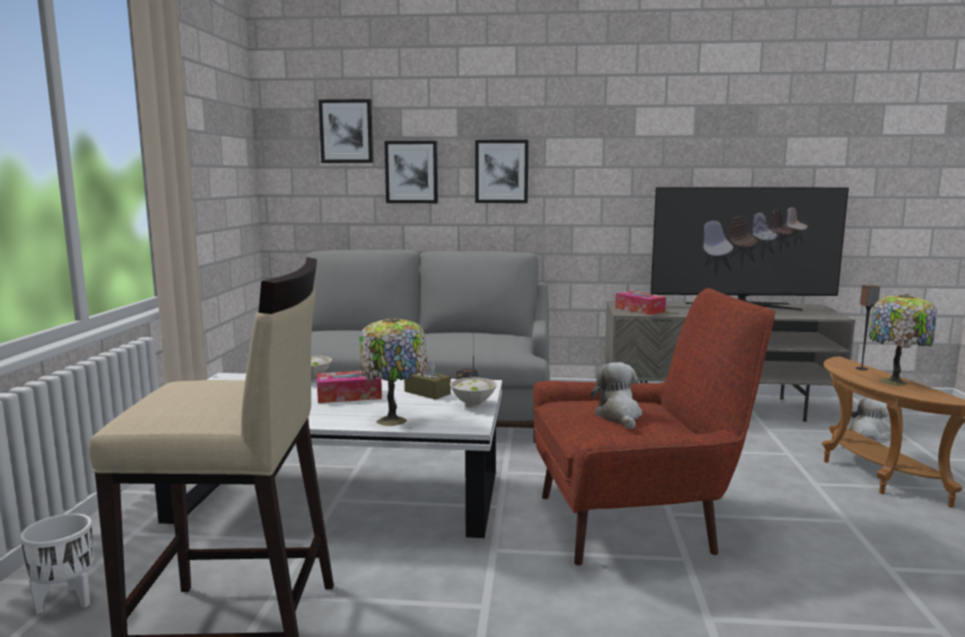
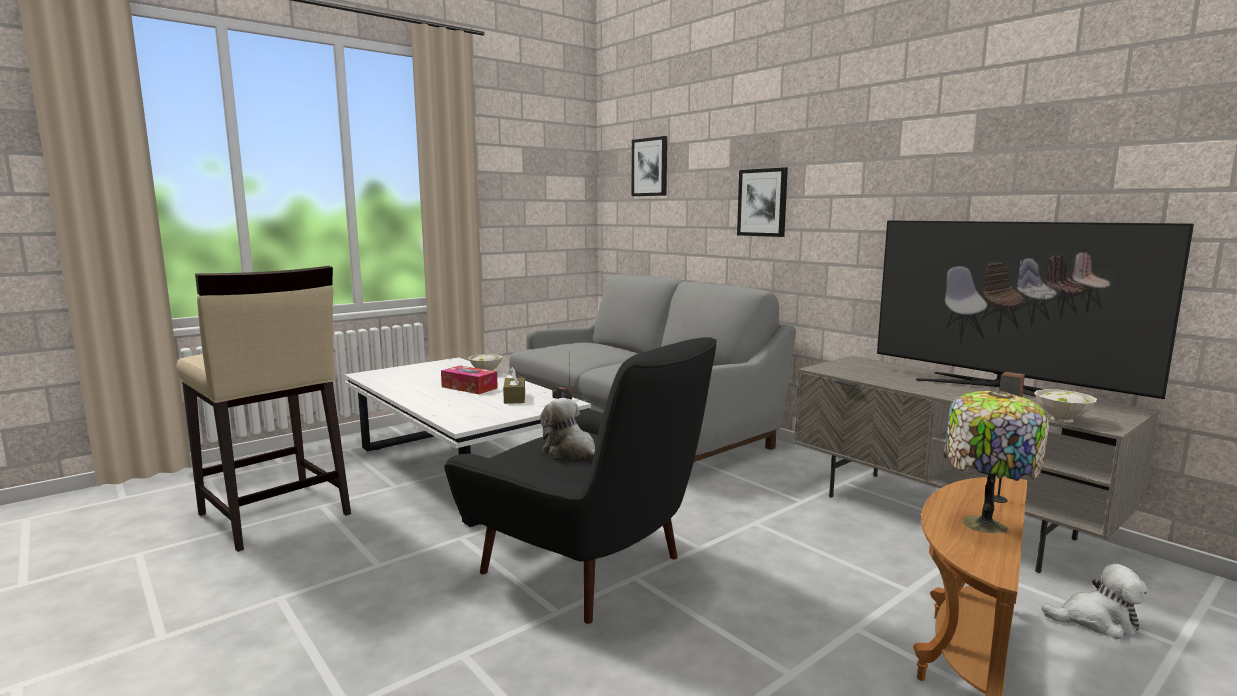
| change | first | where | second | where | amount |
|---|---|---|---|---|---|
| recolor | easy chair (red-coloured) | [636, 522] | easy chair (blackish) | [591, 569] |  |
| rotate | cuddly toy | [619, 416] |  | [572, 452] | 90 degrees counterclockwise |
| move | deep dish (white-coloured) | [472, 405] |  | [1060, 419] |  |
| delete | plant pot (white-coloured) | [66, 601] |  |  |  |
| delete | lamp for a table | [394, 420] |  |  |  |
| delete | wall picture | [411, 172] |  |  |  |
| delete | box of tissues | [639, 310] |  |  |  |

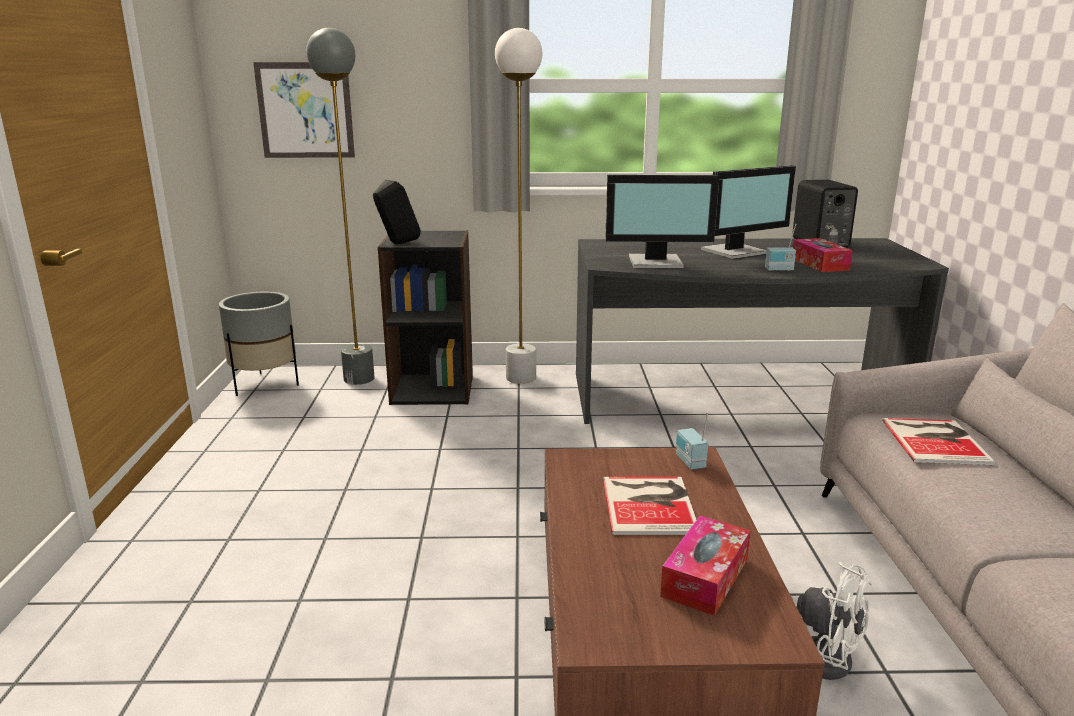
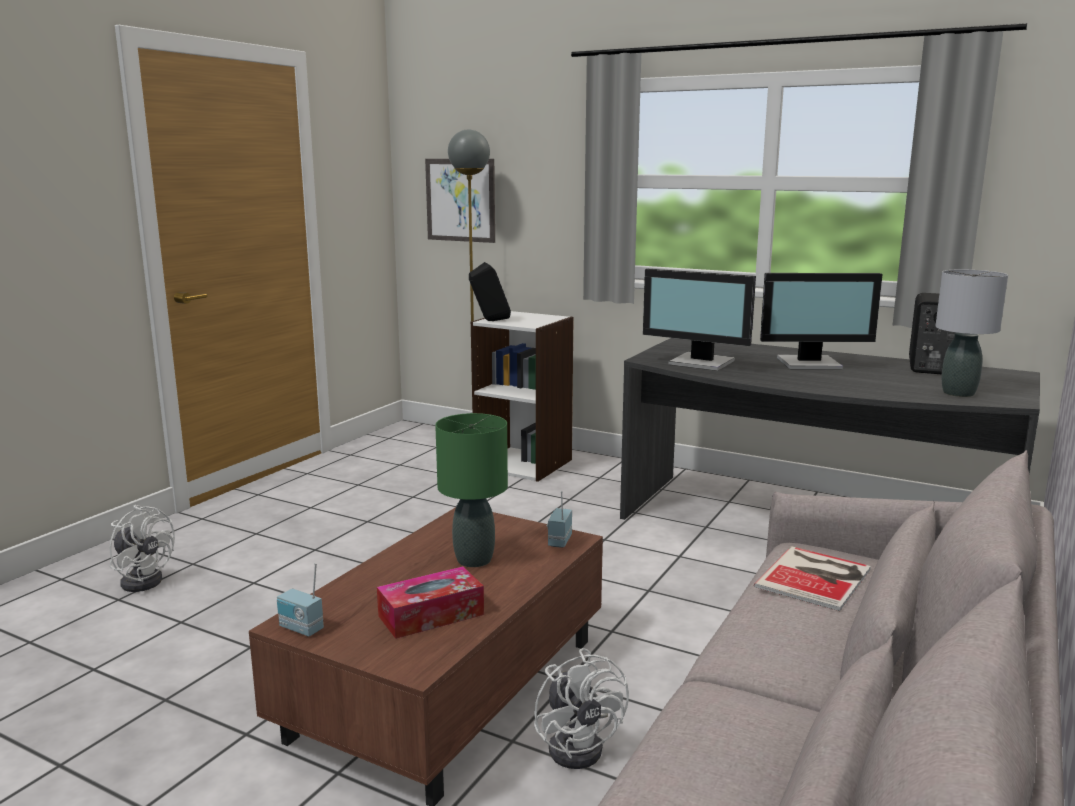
| change | first | where | second | where | amount |
|---|---|---|---|---|---|
| insert |  |  | fan (white-coloured) | [144, 579] |  |
| move | radio set | [779, 270] |  | [300, 629] |  |
| replace | volume | [650, 504] | lamp for a table (greenish) | [475, 560] |  |
| recolor | bookshelf (blackish) | [433, 389] | bookshelf (white-coloured) | [524, 464] |  |
| insert |  |  | lamp for a table (grey) | [959, 393] |  |
| delete | plant pot (grey) | [265, 384] |  |  |  |
| delete | standard lamp (white-coloured) | [520, 378] |  |  |  |
| delete | box of tissues | [819, 264] |  |  |  |

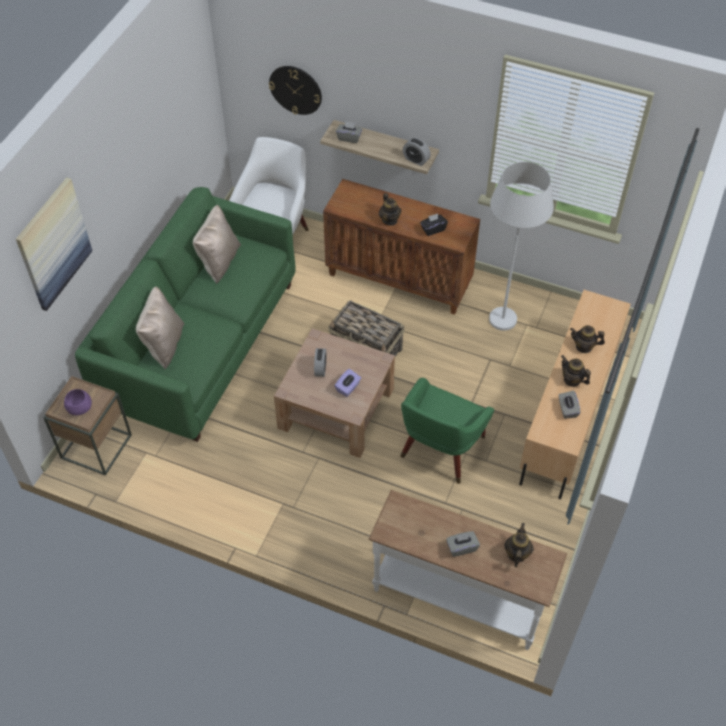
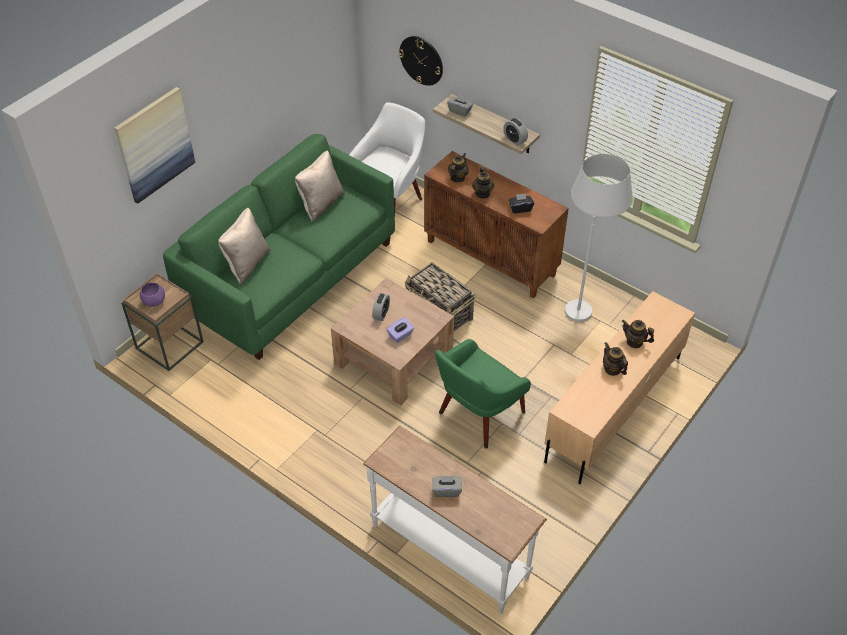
| change | first | where | second | where | amount |
|---|---|---|---|---|---|
| move | tea pot | [516, 554] |  | [457, 178] |  |
| delete | box of tissues (grey) | [567, 409] |  |  |  |

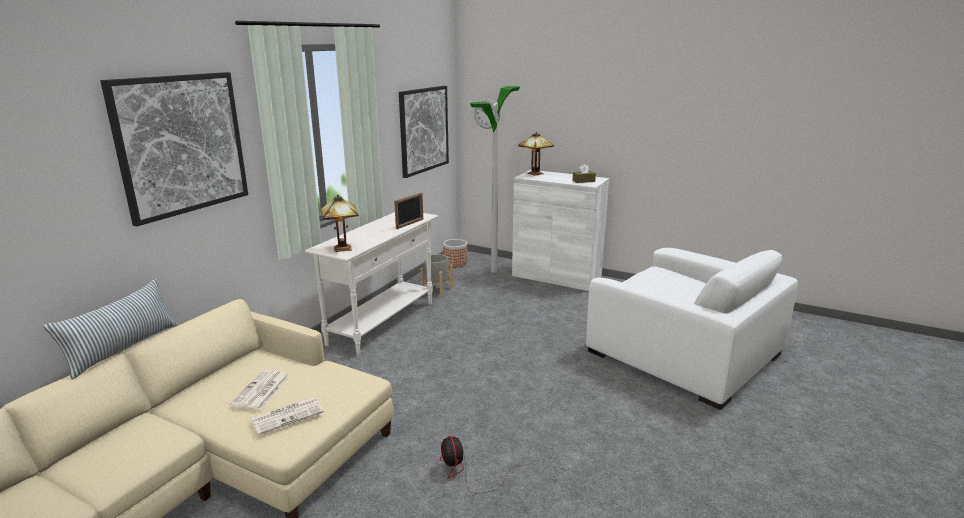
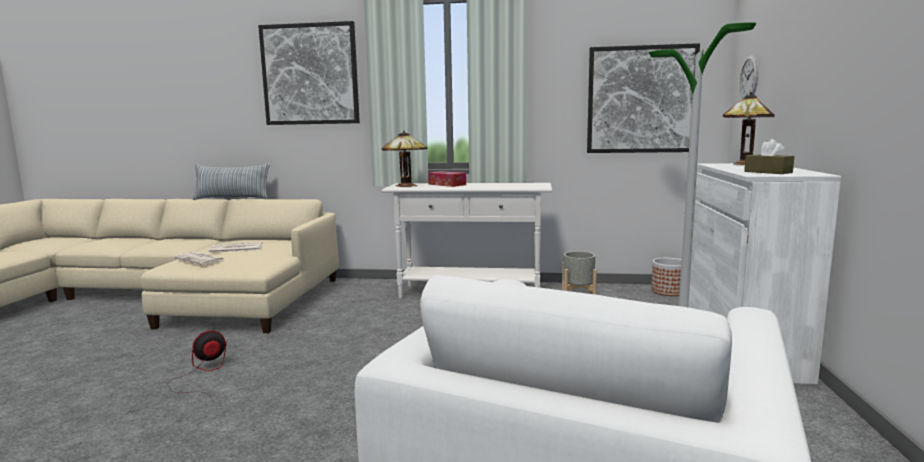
| change | first | where | second | where | amount |
|---|---|---|---|---|---|
| insert |  |  | box of tissues | [447, 184] |  |
| delete | picture frame | [410, 224] |  |  |  |

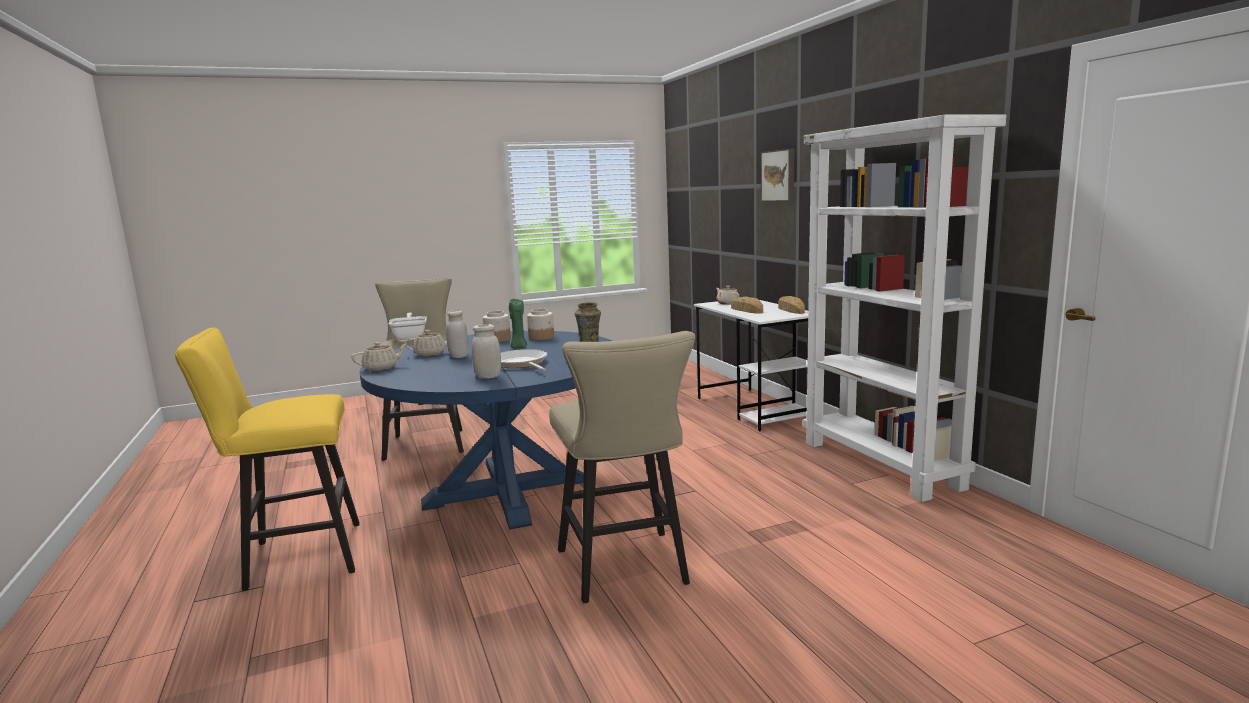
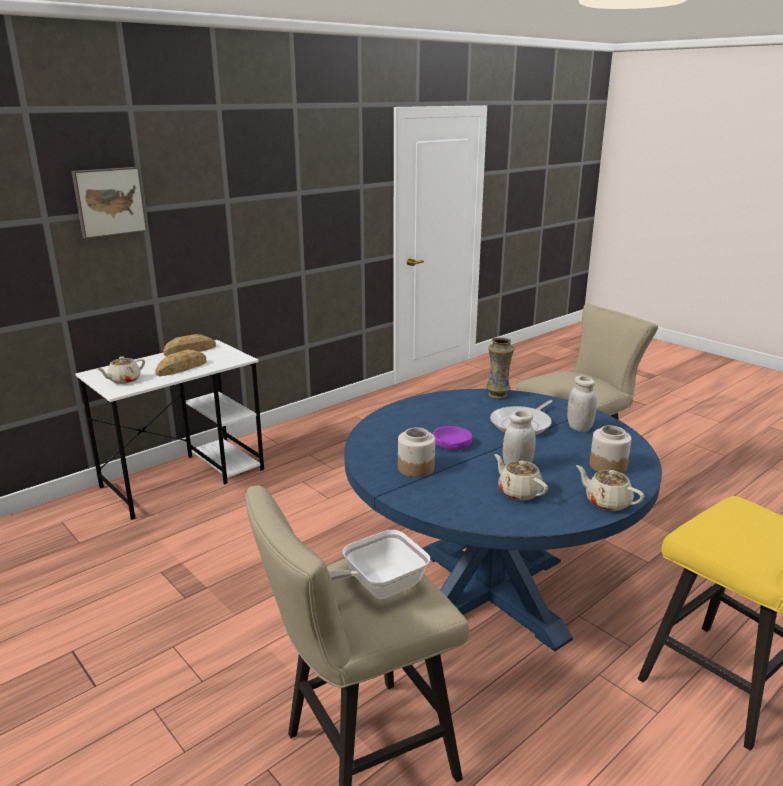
| change | first | where | second | where | amount |
|---|---|---|---|---|---|
| replace | wax light (greenish) | [518, 347] | deep dish (purple-coloured) | [452, 443] |  |
| move | storage jar | [541, 337] |  | [607, 466] |  |
| delete | bookshelf (white-coloured) | [882, 464] |  |  |  |

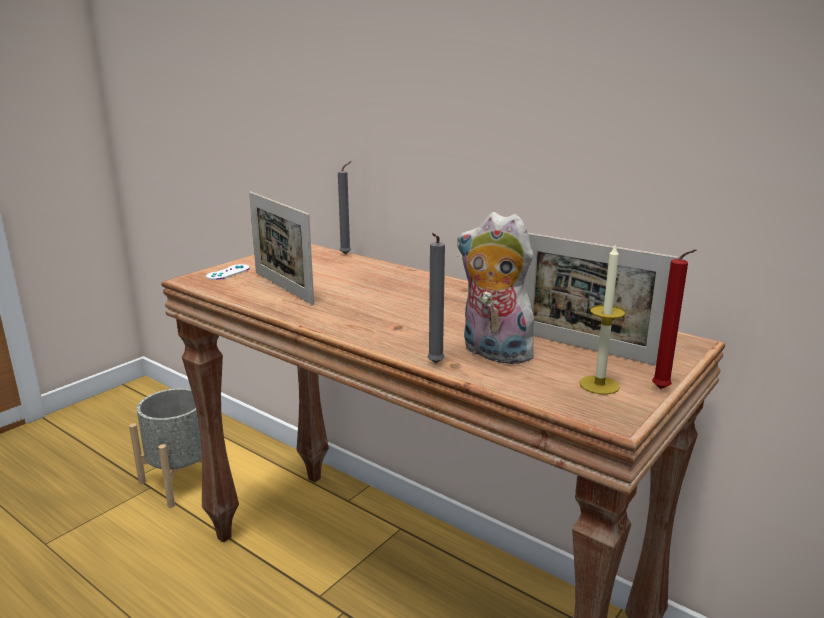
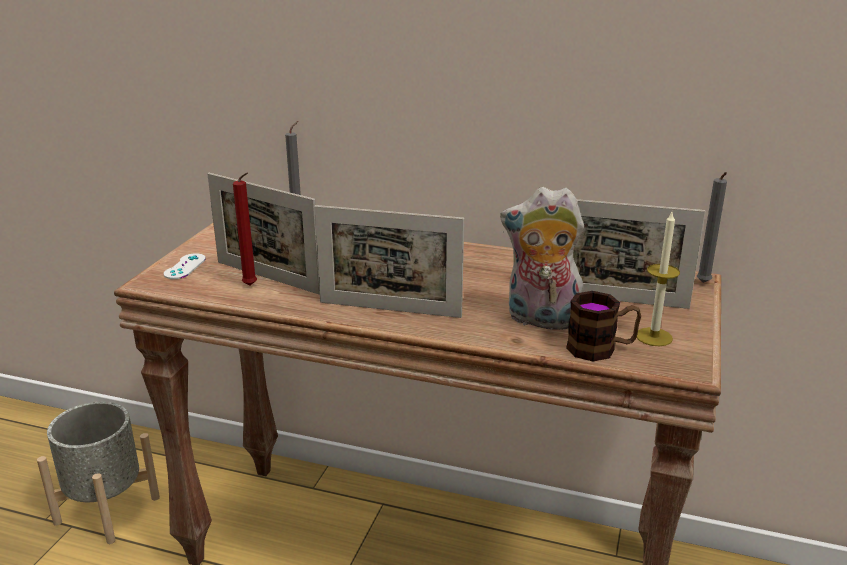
| change | first | where | second | where | amount |
|---|---|---|---|---|---|
| move | wax light (red-coloured) | [663, 390] |  | [251, 286] |  |
| insert |  |  | picture frame | [389, 309] |  |
| insert |  |  | coffee mug | [601, 349] |  |
| move | wax light (grey) | [434, 364] |  | [703, 284] |  |

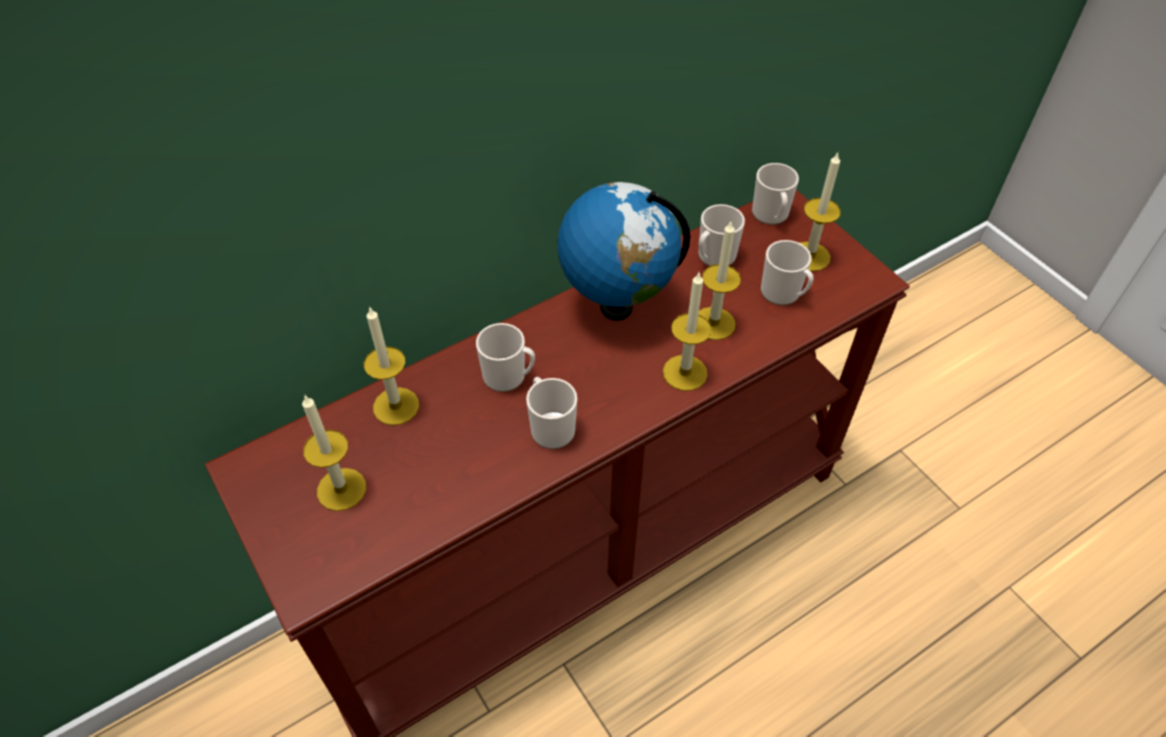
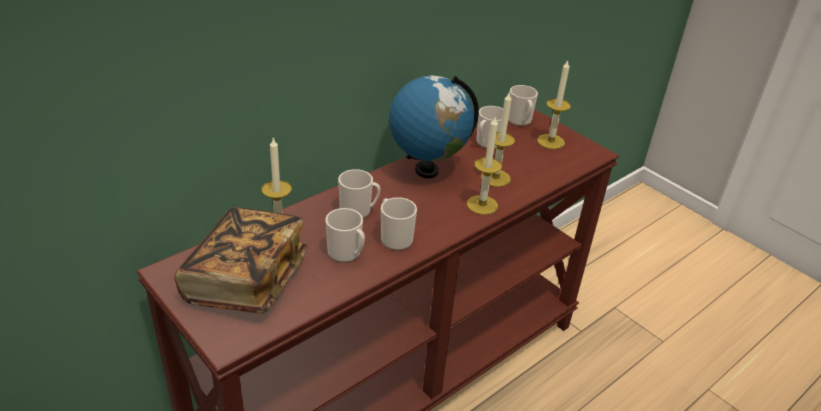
| change | first | where | second | where | amount |
|---|---|---|---|---|---|
| replace | wax light | [341, 489] | volume | [246, 280] |  |
| move | coffee mug | [783, 294] |  | [347, 254] |  |

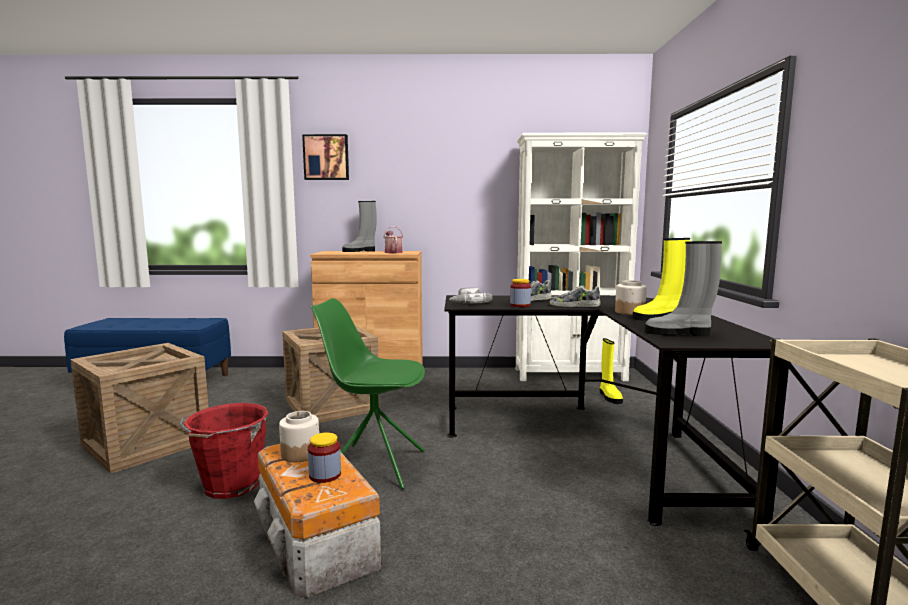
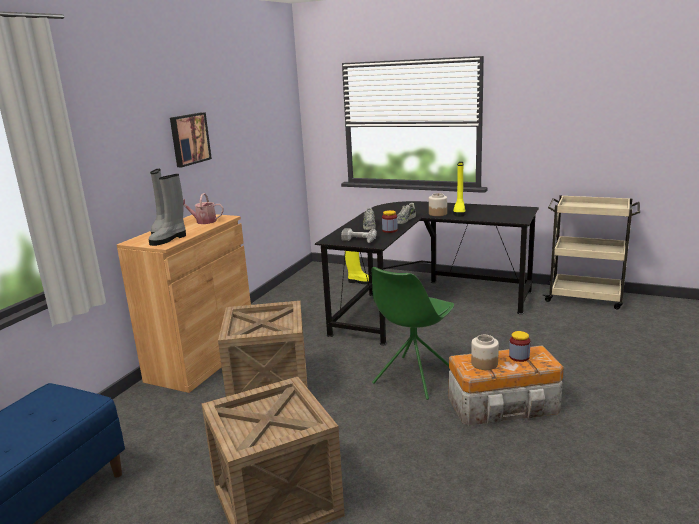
| change | first | where | second | where | amount |
|---|---|---|---|---|---|
| move | boot (grey) | [679, 333] |  | [169, 239] |  |
| move | wall picture | [326, 157] |  | [189, 139] |  |
| delete | pail (red-coloured) | [230, 486] |  |  |  |
| delete | bookshelf (white-coloured) | [570, 374] |  |  |  |

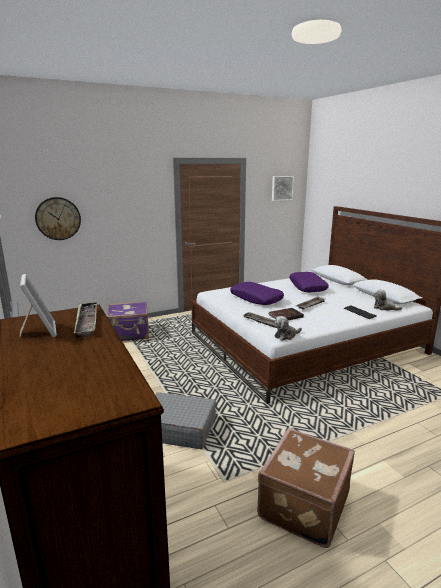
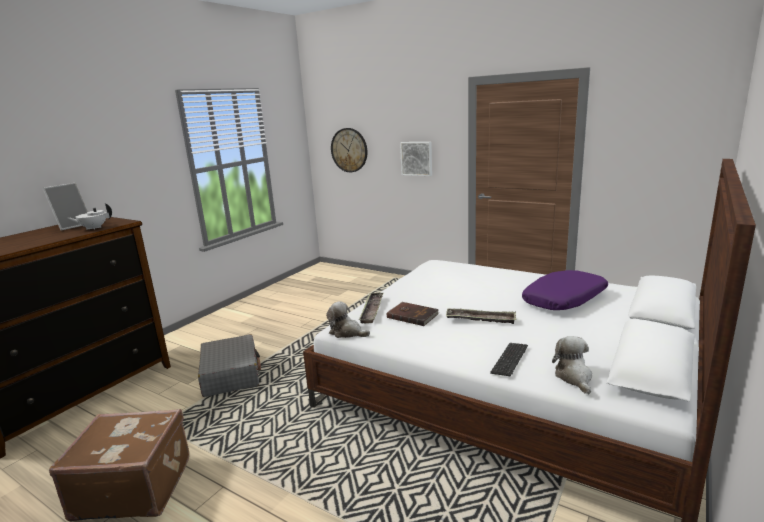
| change | first | where | second | where | amount |
|---|---|---|---|---|---|
| replace | serving tray | [87, 322] | tea pot (white-coloured) | [94, 228] |  |
| move | wall picture | [282, 188] |  | [417, 158] |  |
| delete | piece of luggage (purple-coloured) | [129, 334] |  |  |  |
| delete | throw pillow (purple-coloured) | [256, 299] |  |  |  |

